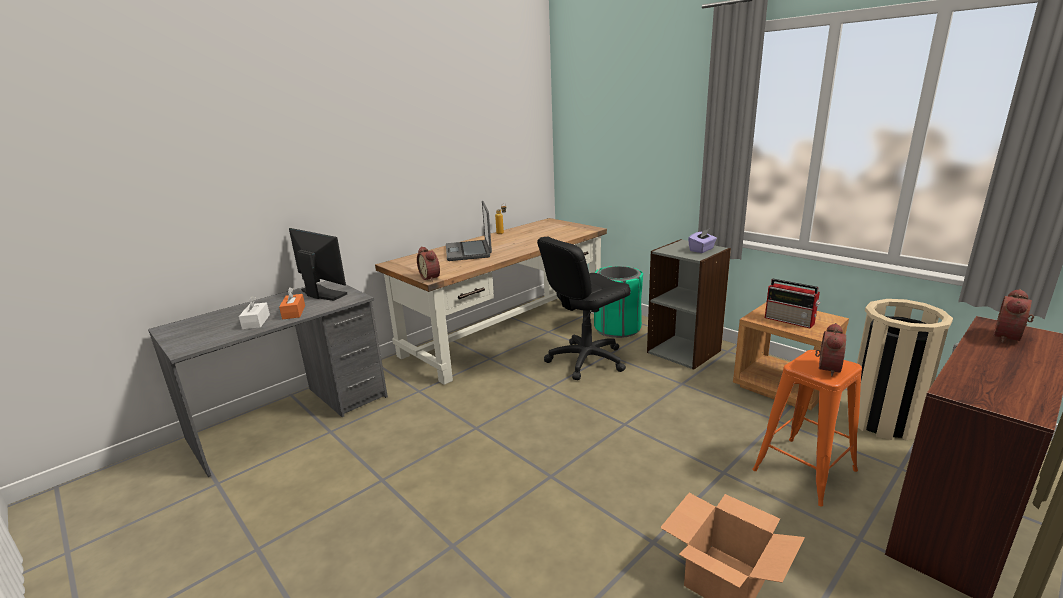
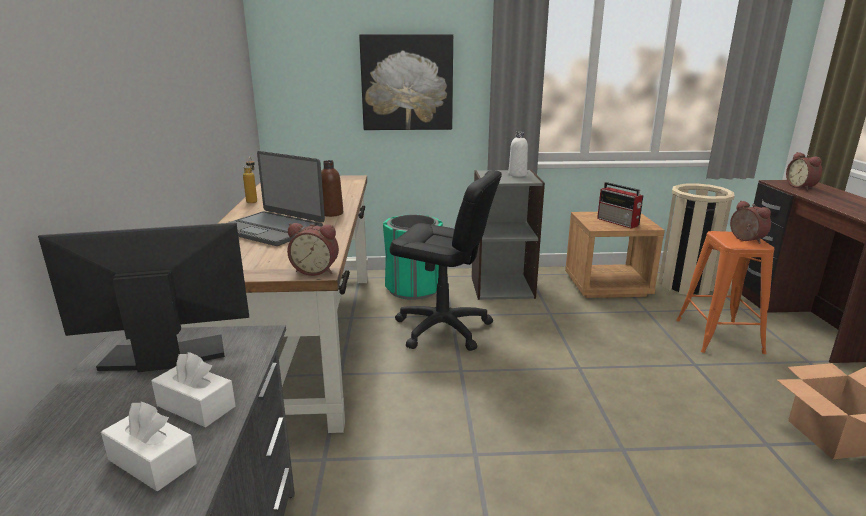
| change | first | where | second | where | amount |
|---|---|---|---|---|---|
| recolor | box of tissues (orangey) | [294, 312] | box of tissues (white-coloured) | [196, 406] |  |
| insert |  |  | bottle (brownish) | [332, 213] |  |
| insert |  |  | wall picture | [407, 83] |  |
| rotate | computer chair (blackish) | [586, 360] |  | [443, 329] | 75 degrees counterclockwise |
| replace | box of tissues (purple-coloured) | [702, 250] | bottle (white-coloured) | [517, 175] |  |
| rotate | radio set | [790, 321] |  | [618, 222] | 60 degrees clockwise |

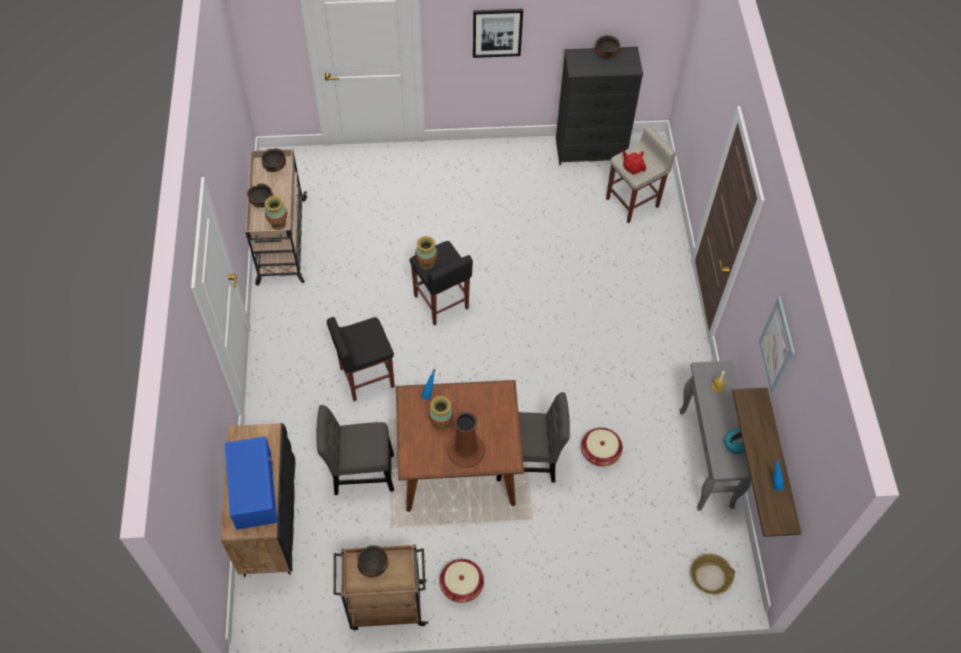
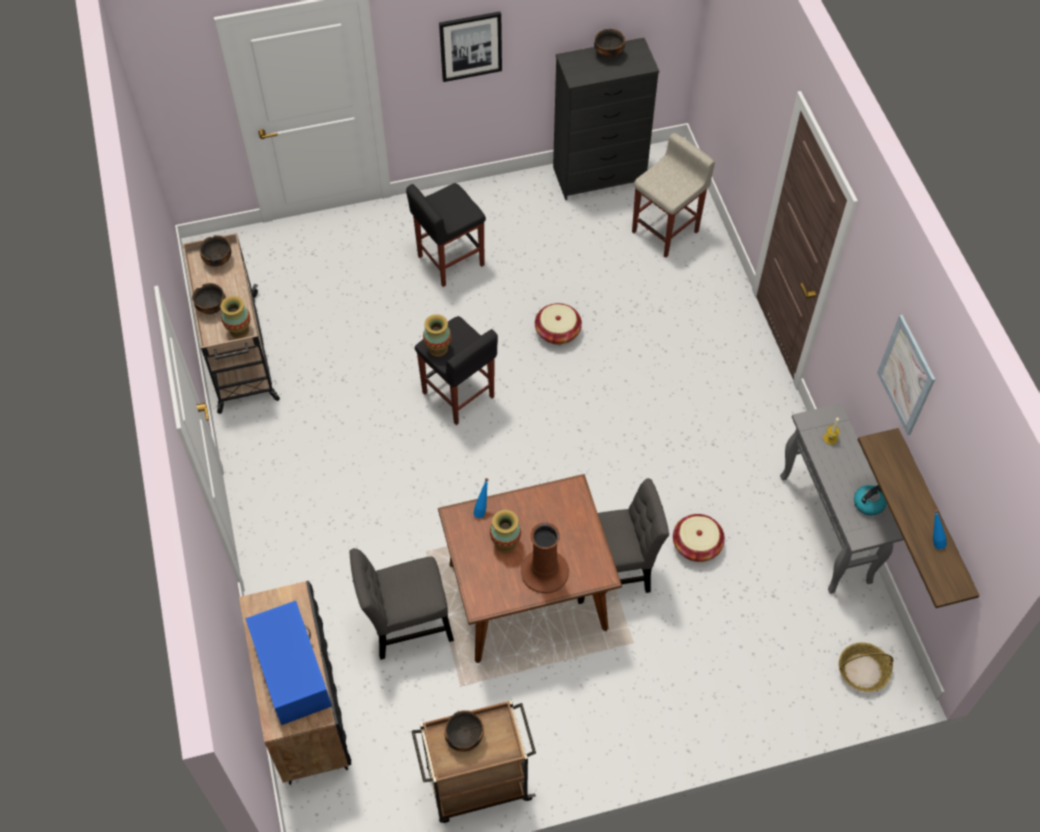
| change | first | where | second | where | amount |
|---|---|---|---|---|---|
| move | stool (blackish) | [366, 377] |  | [450, 261] |  |
| move | basket | [461, 585] |  | [557, 331] |  |
| delete | tea pot (red-coloured) | [632, 168] |  |  |  |

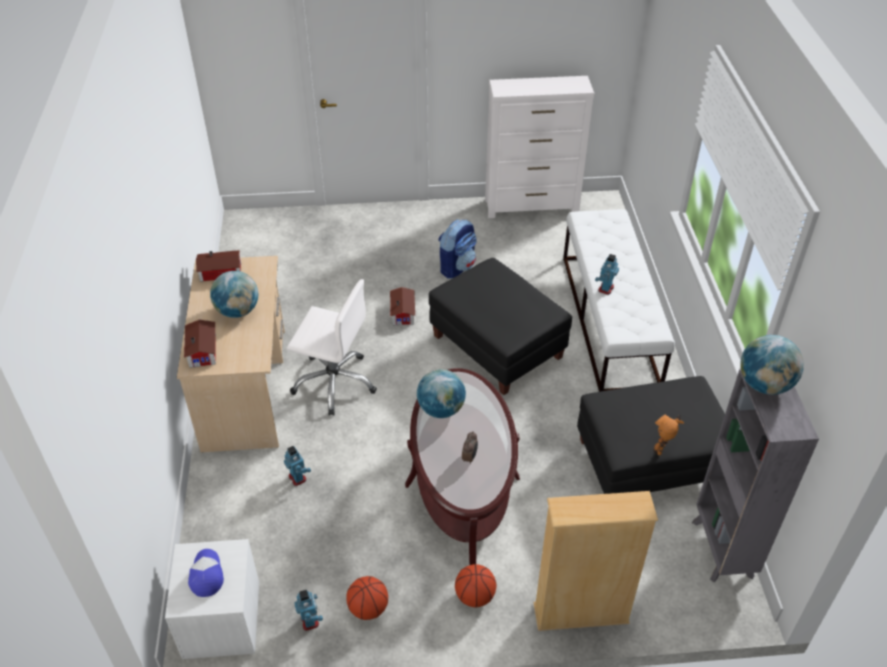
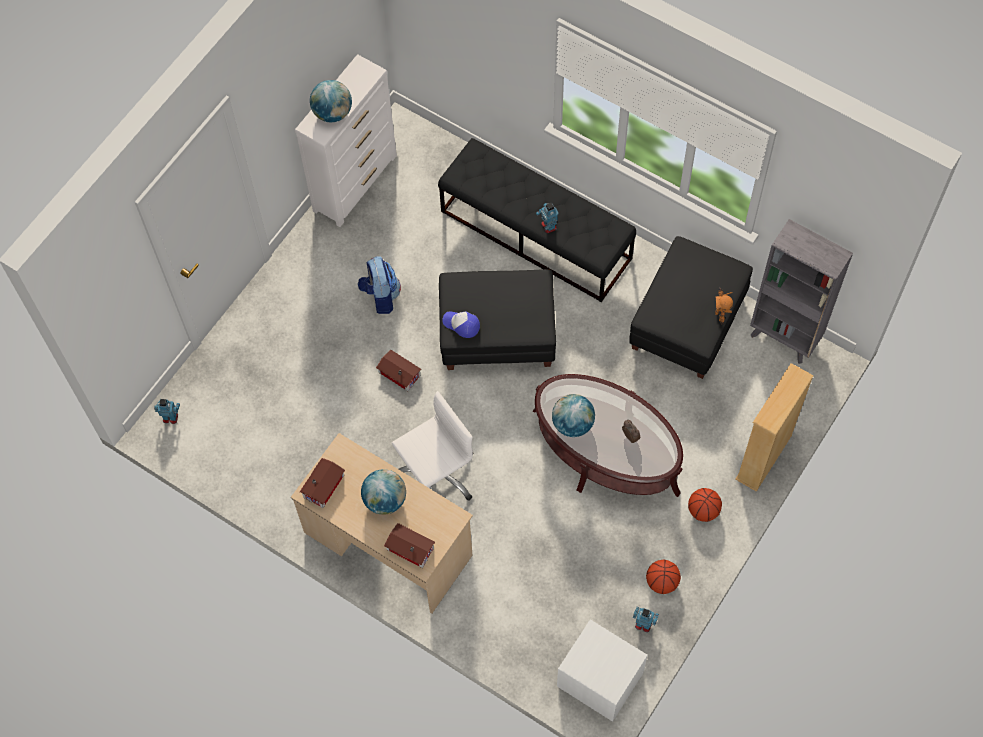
| change | first | where | second | where | amount |
|---|---|---|---|---|---|
| move | toy robot | [298, 478] |  | [170, 417] |  |
| move | desk globe | [764, 385] |  | [333, 113] |  |
| recolor | indoor bench (white-coloured) | [609, 320] | indoor bench (blackish) | [536, 235] |  |
| move | peaked cap | [206, 575] |  | [461, 325] |  |

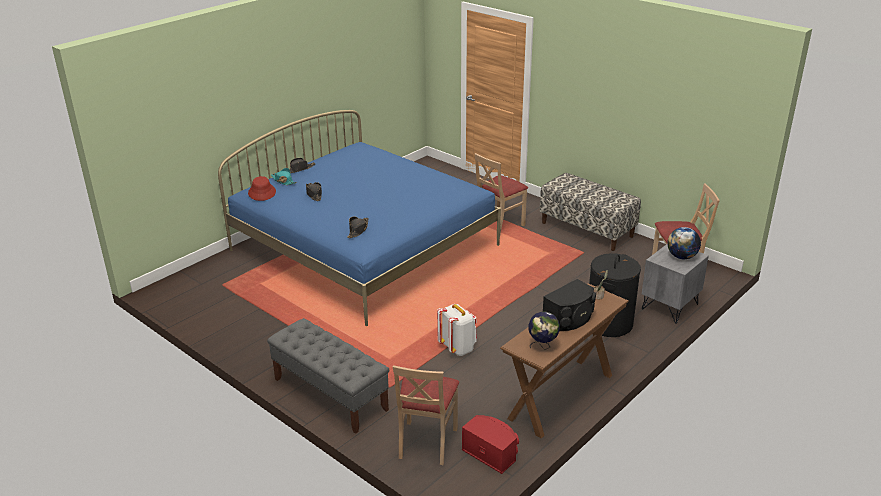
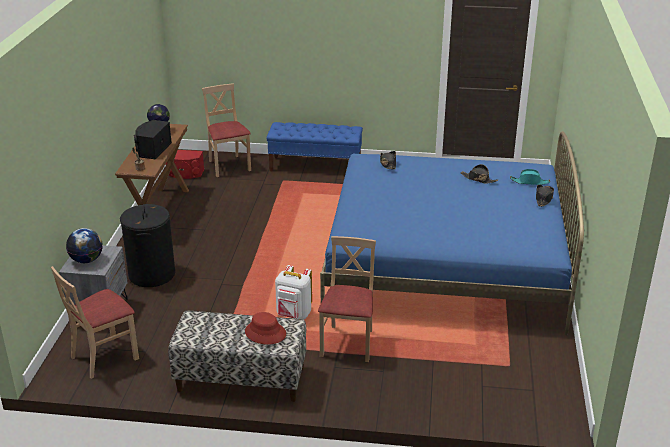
| change | first | where | second | where | amount |
|---|---|---|---|---|---|
| move | clothing hat (red-coloured) | [262, 192] |  | [265, 333] |  |
| recolor | indoor bench (grey) | [330, 394] | indoor bench (blue) | [315, 166] |  |
| move | backpack (white-coloured) | [458, 348] |  | [294, 315] |  |

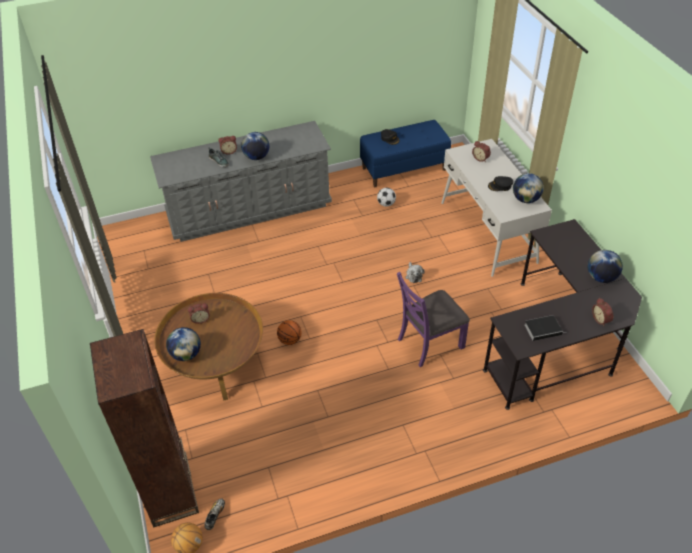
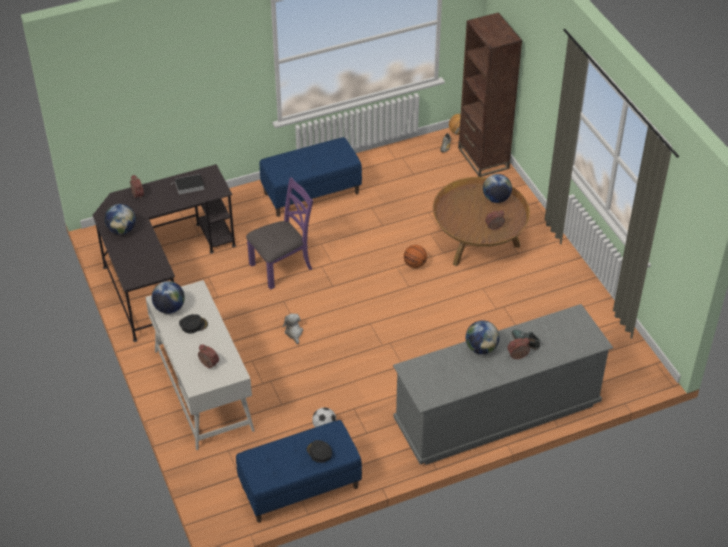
| change | first | where | second | where | amount |
|---|---|---|---|---|---|
| insert |  |  | indoor bench (blue) | [311, 193] |  |

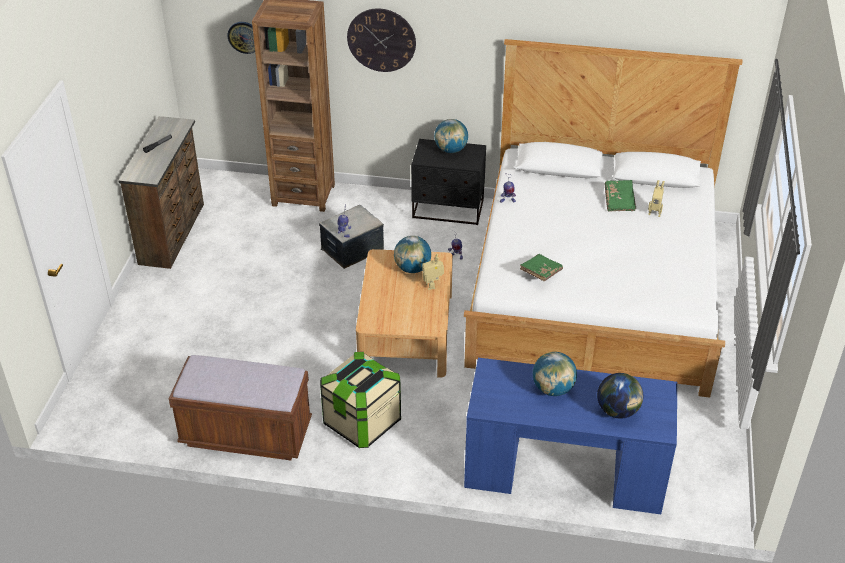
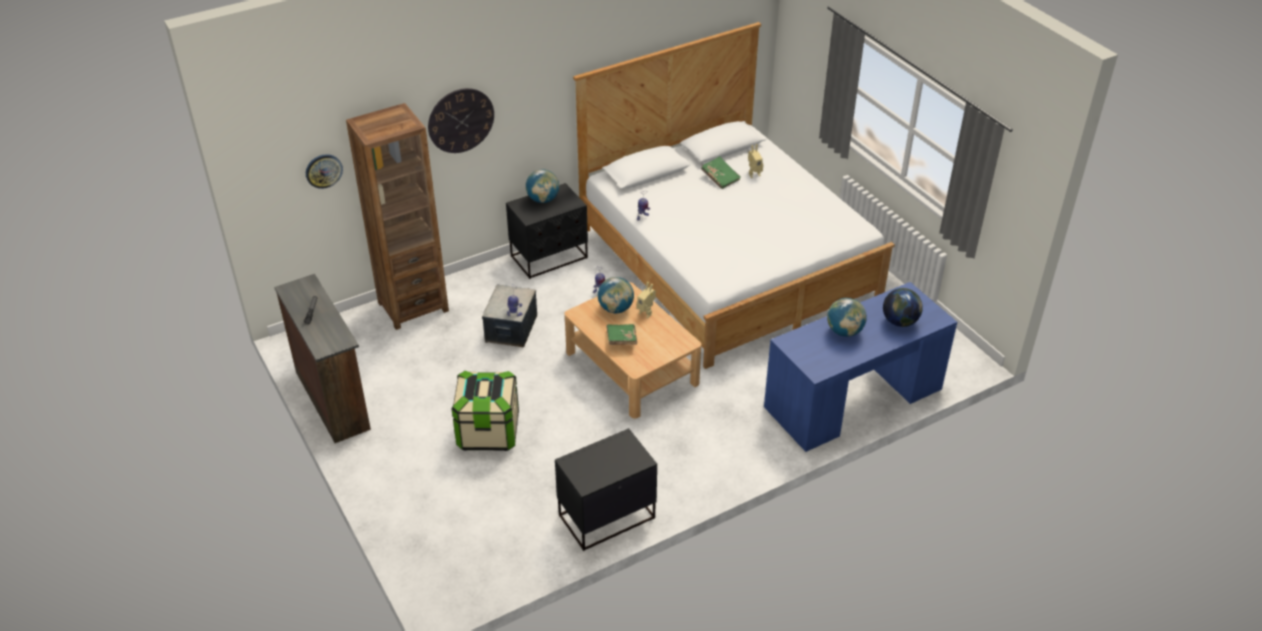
| change | first | where | second | where | amount |
|---|---|---|---|---|---|
| move | storage box | [362, 422] |  | [488, 432] |  |
| replace | indoor bench (brownish) | [246, 434] | bedside table (blackish) | [605, 516] |  |
| move | volume (greenish) | [540, 273] |  | [621, 339] |  |

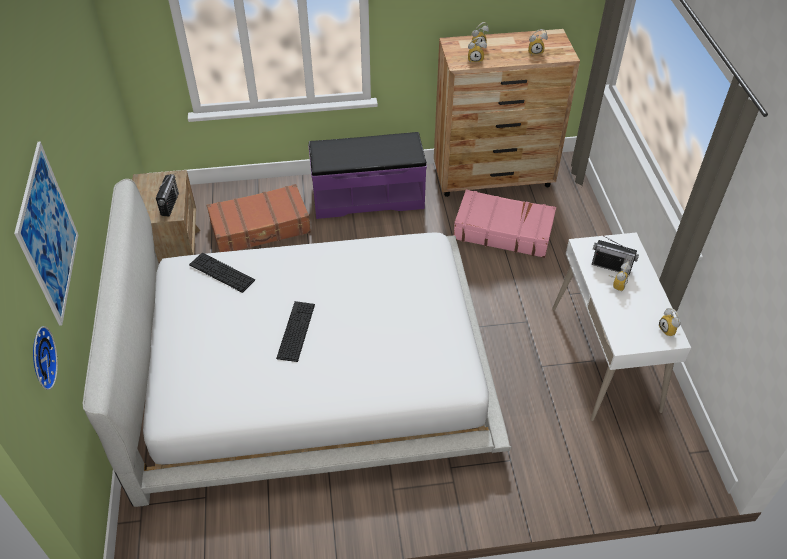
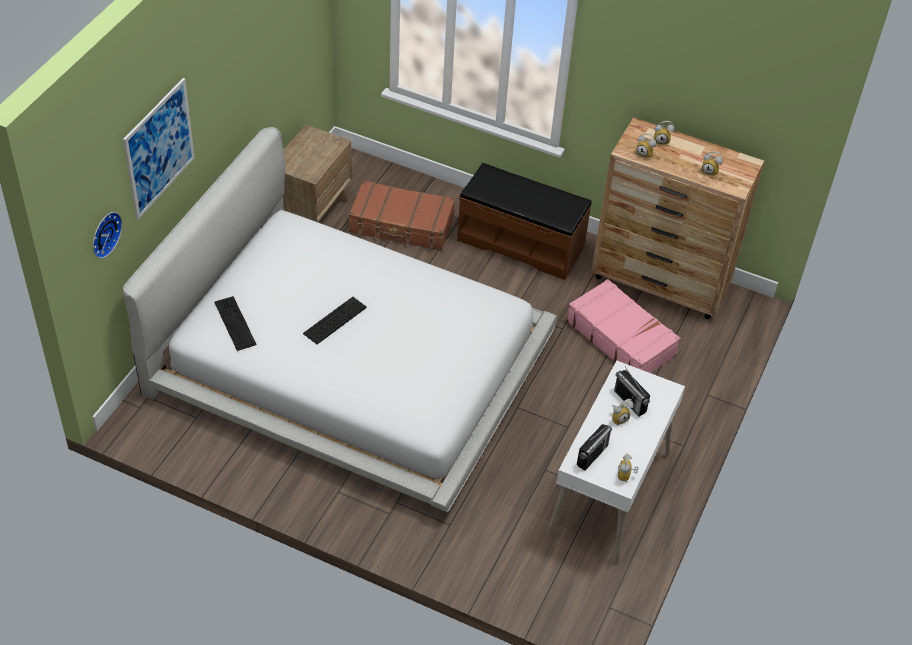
| change | first | where | second | where | amount |
|---|---|---|---|---|---|
| move | computer keyboard | [222, 272] |  | [235, 323] |  |
| recolor | indoor bench (purple-coloured) | [367, 197] | indoor bench (brownish) | [521, 243] |  |
| move | radio set | [170, 204] |  | [592, 455] |  |

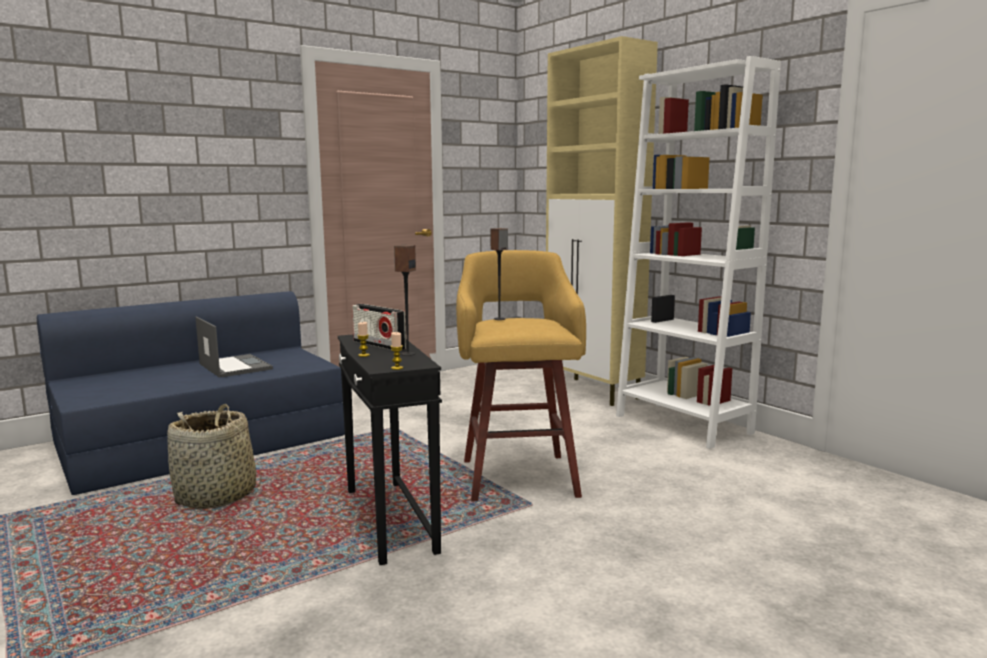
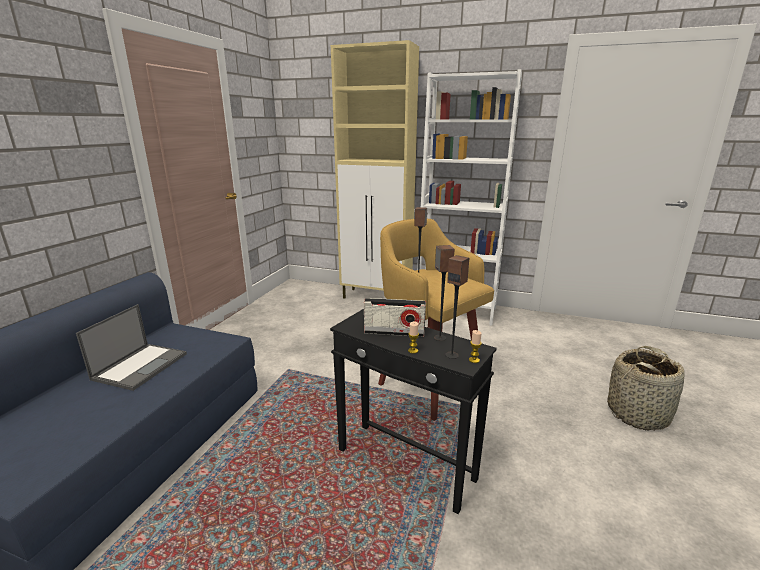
| change | first | where | second | where | amount |
|---|---|---|---|---|---|
| rotate | notebook computer | [234, 366] |  | [141, 366] | 90 degrees clockwise |
| insert |  |  | audio speaker | [452, 355] |  |
| move | basket | [216, 496] |  | [638, 414] |  |

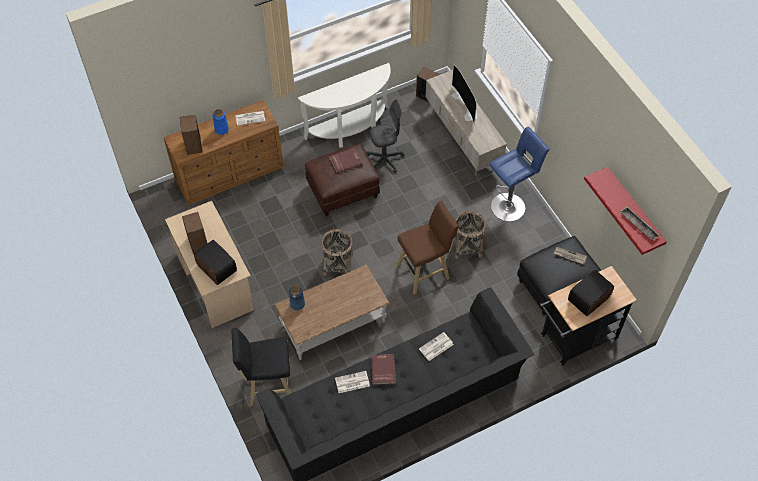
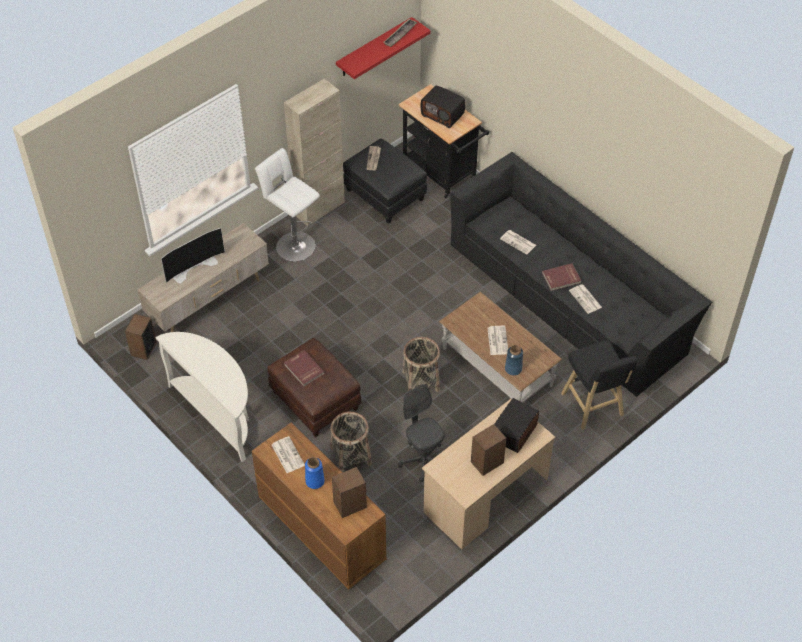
| change | first | where | second | where | amount |
|---|---|---|---|---|---|
| recolor | stool (blue) | [510, 205] | stool (white-coloured) | [293, 245] |  |
| insert |  |  | storage cabinet (beige-coloured) | [319, 208] |  |
| move | basket | [467, 246] |  | [351, 455] |  |
| move | computer chair (grey) | [385, 159] |  | [423, 460] |  |
| insert |  |  | printed paper | [497, 340] |  |
| delete | stool (brownish) | [425, 271] |  |  |  |

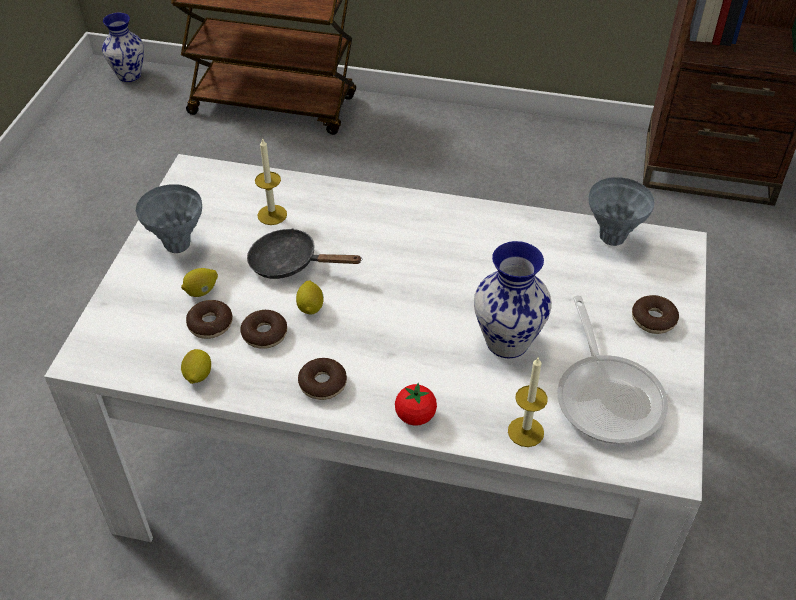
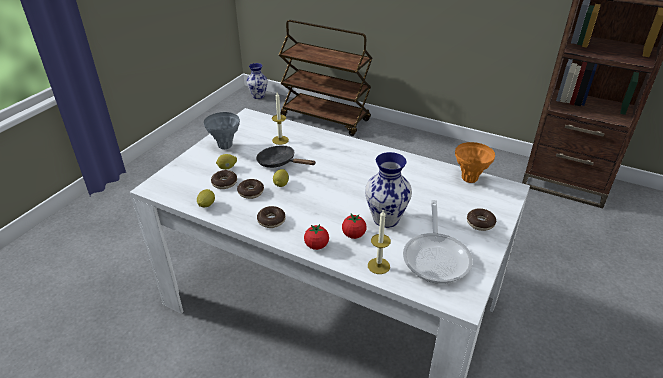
| change | first | where | second | where | amount |
|---|---|---|---|---|---|
| insert |  |  | fresh tomato | [353, 235] |  |
| recolor | vase (grey) | [612, 238] | vase (orangey) | [469, 179] |  |

